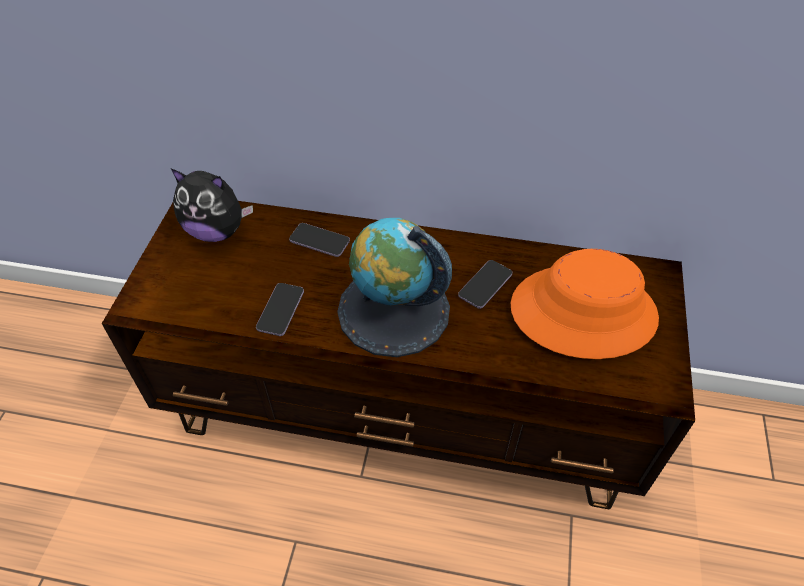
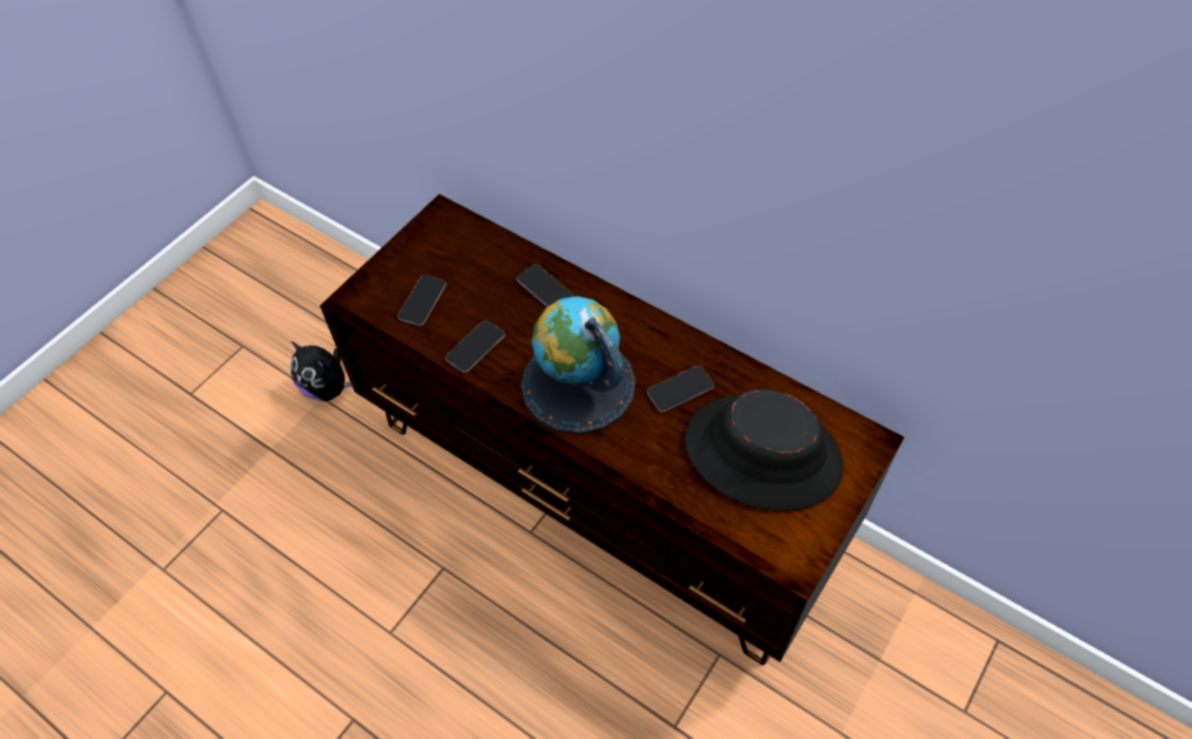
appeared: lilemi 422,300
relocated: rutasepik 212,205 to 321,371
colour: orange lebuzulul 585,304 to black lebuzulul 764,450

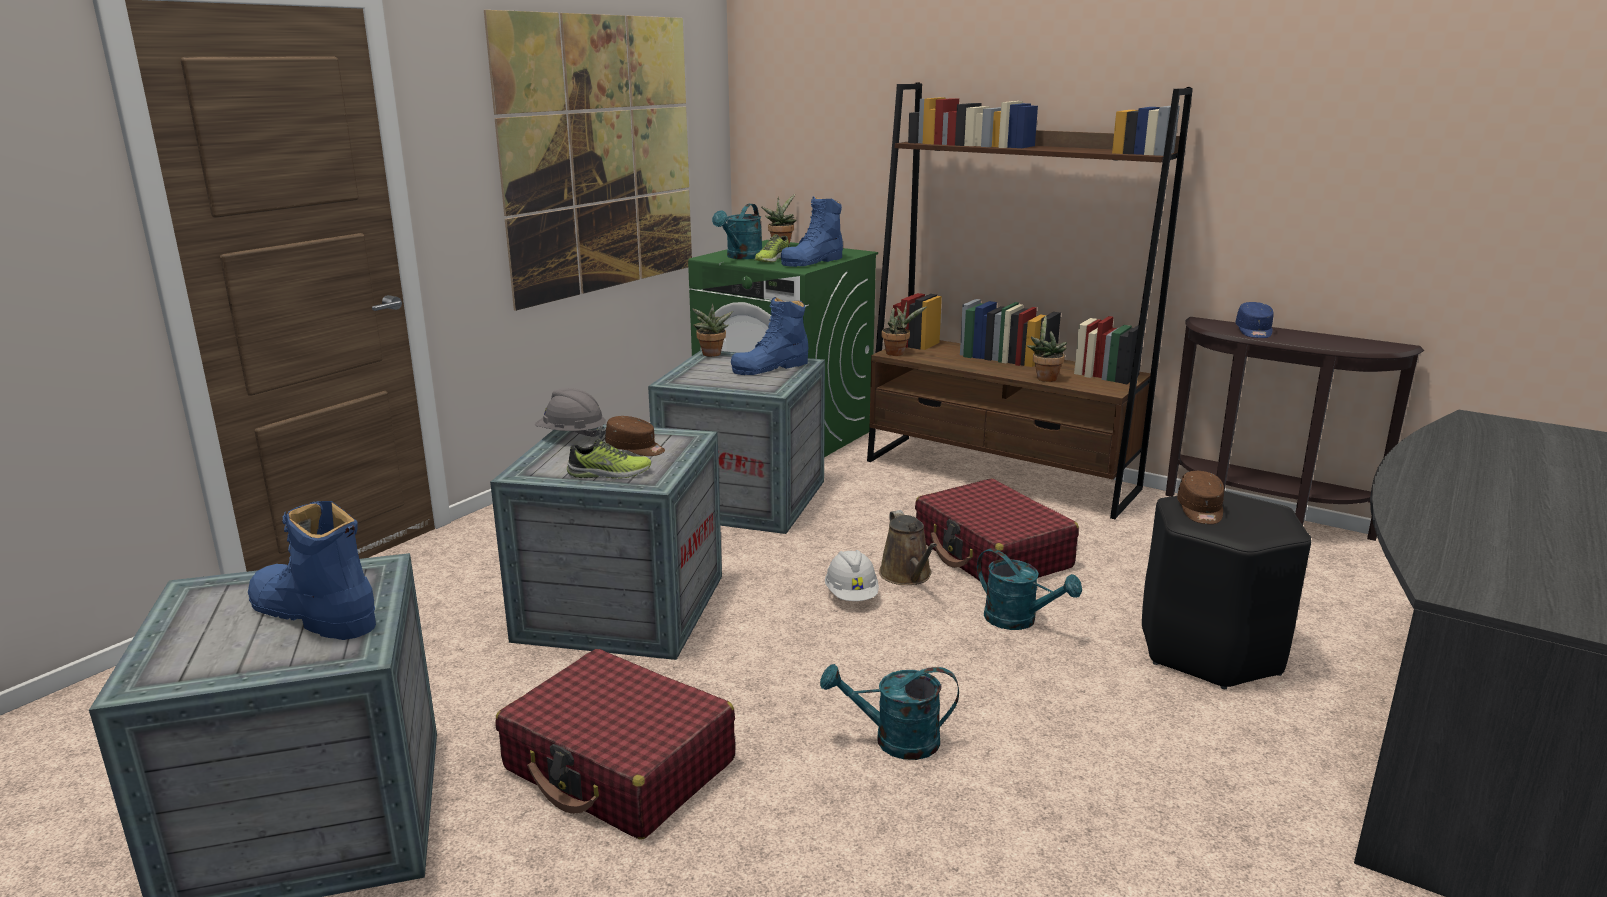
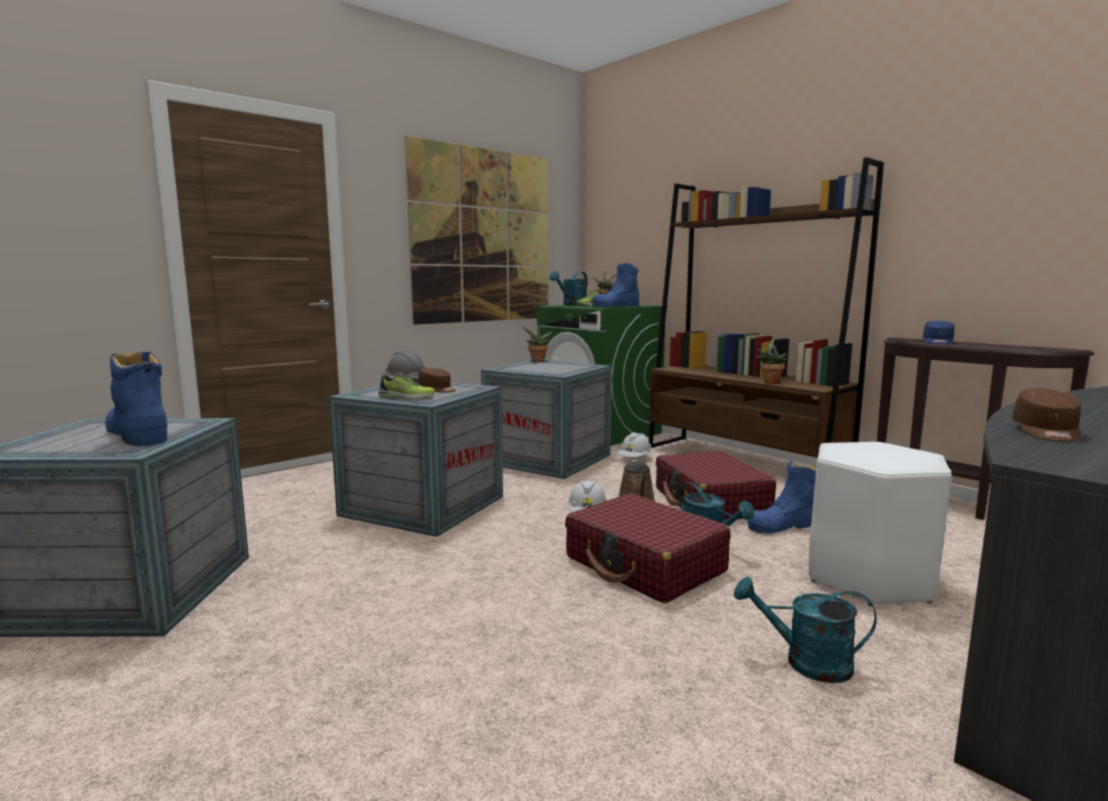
missing: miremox 904,329
appeared: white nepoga 635,444
relocated: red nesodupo 615,744 to 648,548; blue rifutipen 769,336 to 781,497; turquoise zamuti 889,712 to 805,630; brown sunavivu 1200,497 to 1046,415
colour: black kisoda 1226,590 to white kisoda 880,524

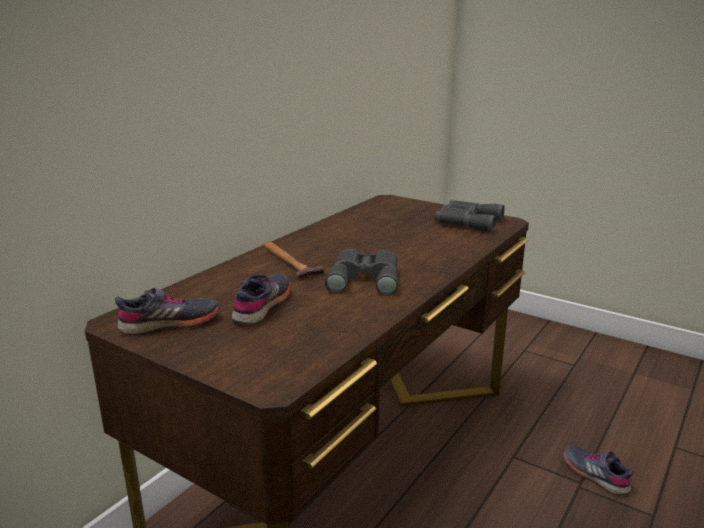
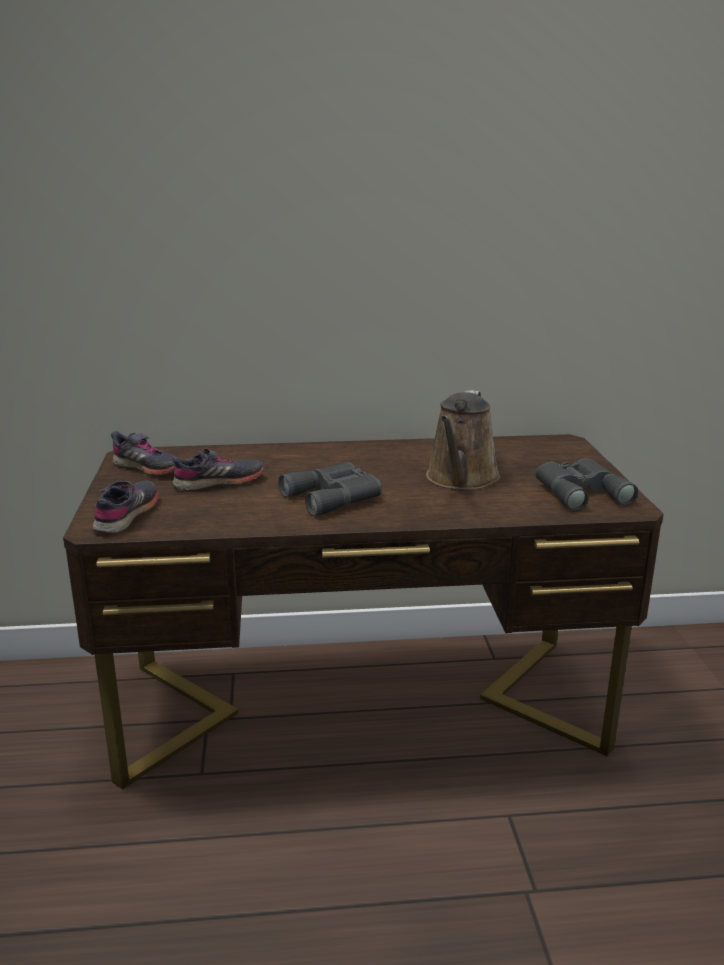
missing: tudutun 294,260
appeared: brown zamuti 463,440
relocated: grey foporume 598,470 to 126,507

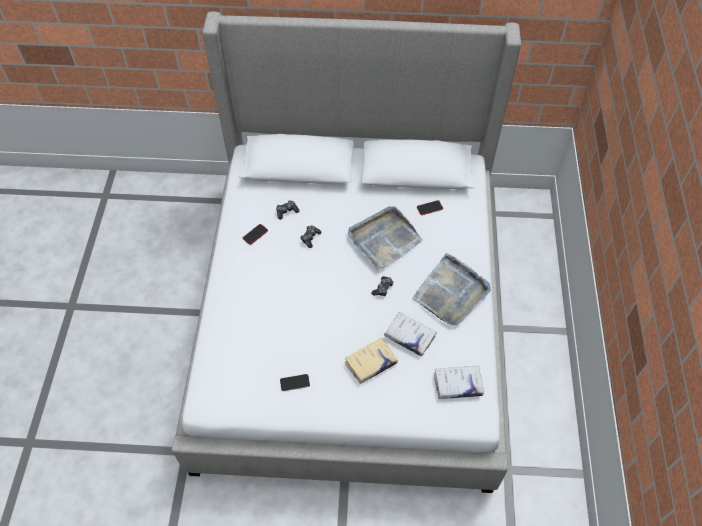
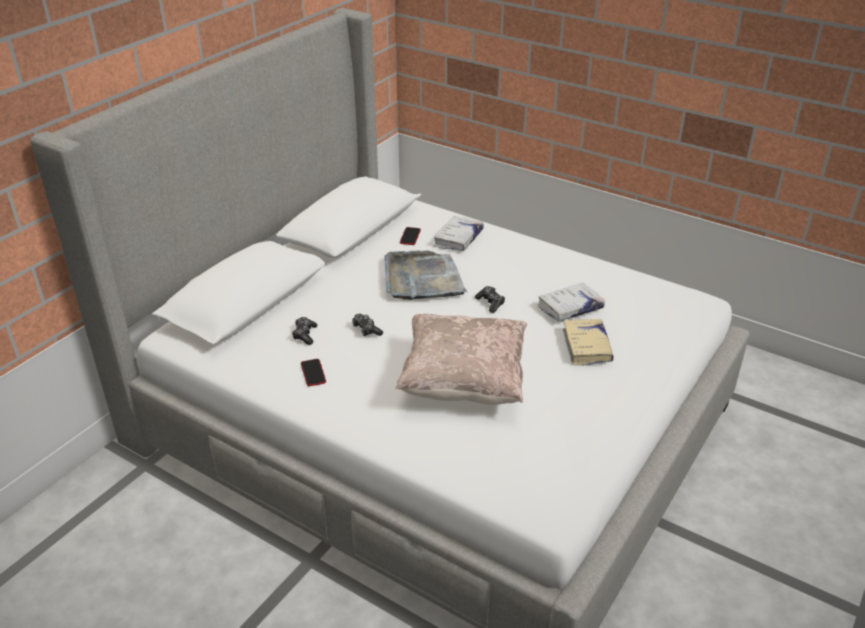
missing: lilemi 295,382; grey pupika 451,289
appeared: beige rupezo 461,359
relocated: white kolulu 459,382 to 459,233

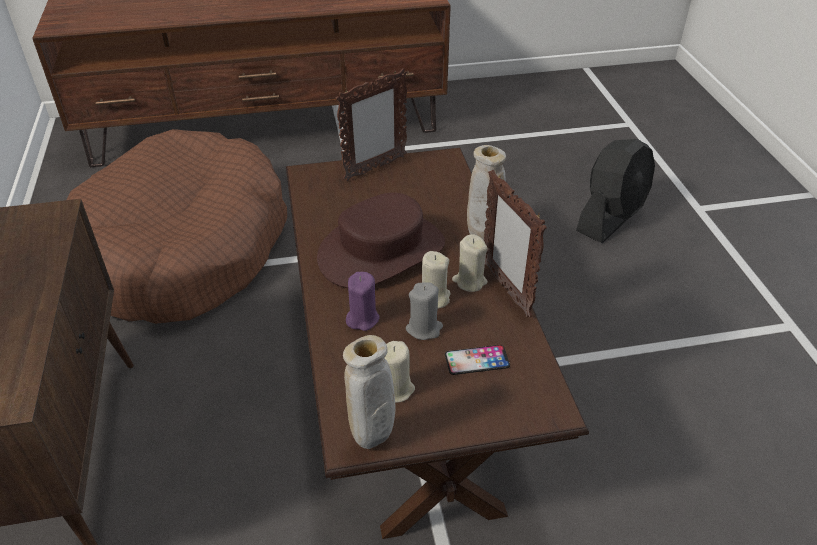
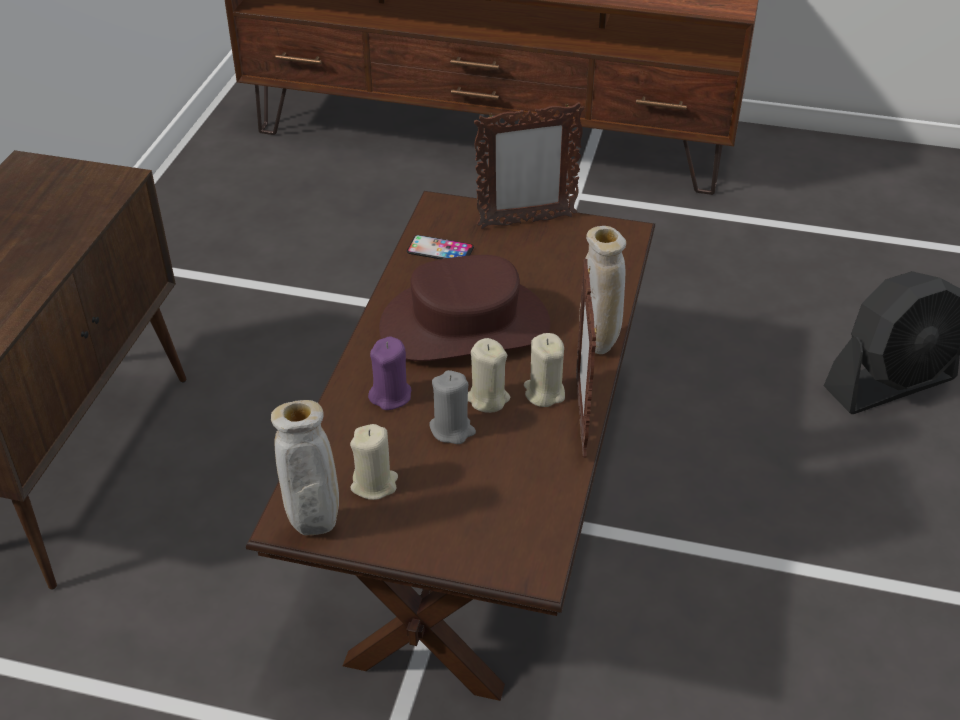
missing: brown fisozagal 177,226
relocated: lilemi 477,360 to 440,247

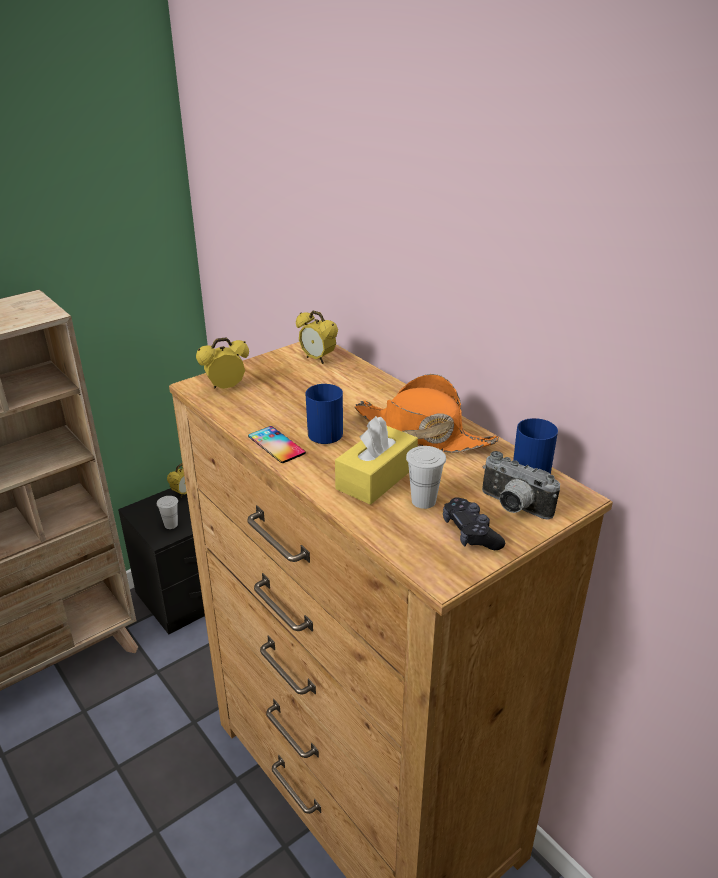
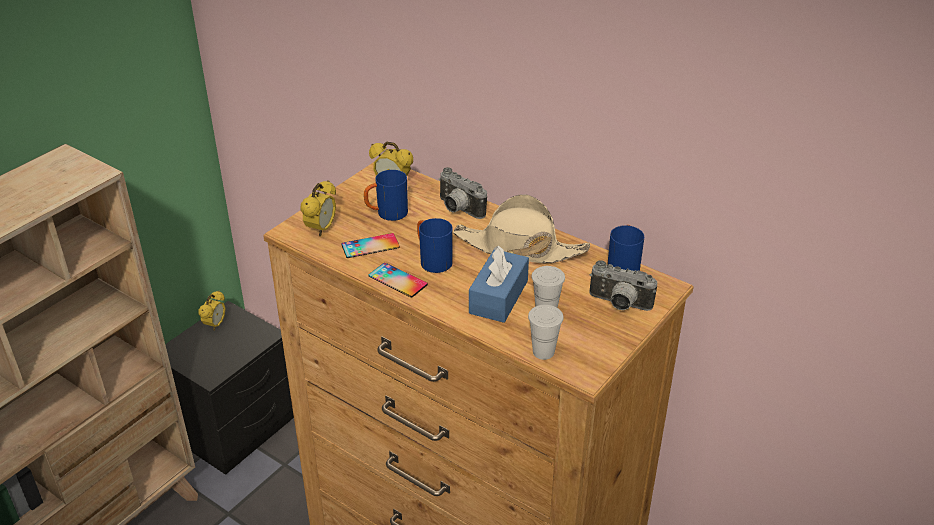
missing: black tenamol 474,523
appeared: lilemi 370,245; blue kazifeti 386,195; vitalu 462,193
relocated: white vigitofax 167,512 to 546,332
colour: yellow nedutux 376,460 to blue nedutux 499,284; orange lebuzulul 426,413 to beige lebuzulul 521,228
spun: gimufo 222,363 = 318,208 150 degrees clockwise

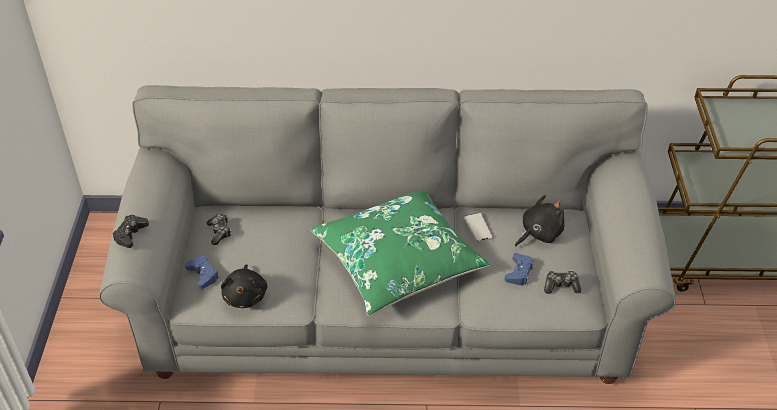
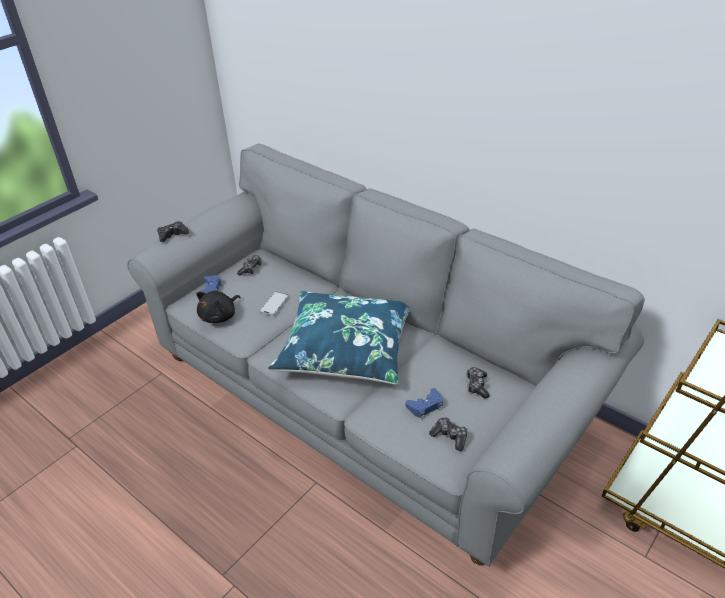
relocated: lilemi 479,227 to 274,304
exchanged: black rutasepik 540,221 to tenamol 477,383
colour: green rupezo 400,253 to blue rupezo 339,337

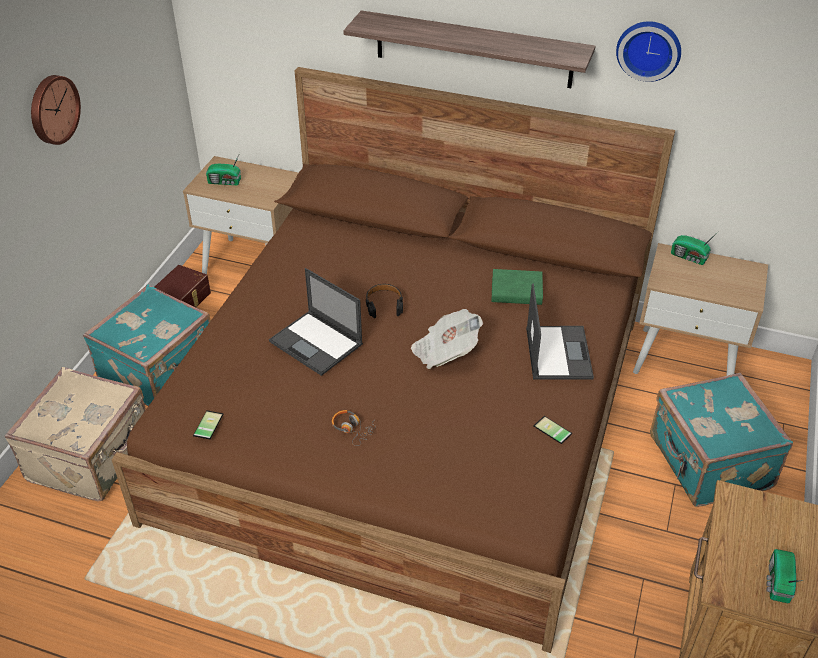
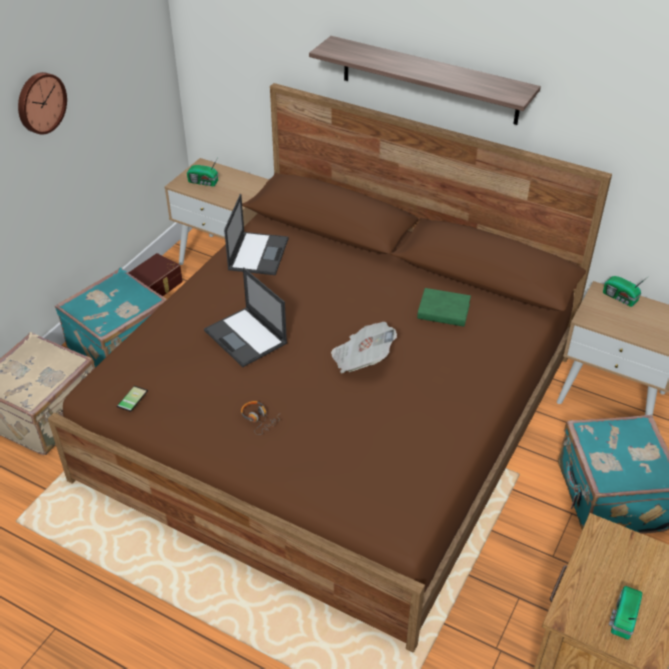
missing: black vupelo 384,301; lilemi 552,430; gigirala 648,51
relocated: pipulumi 560,331 to 256,234

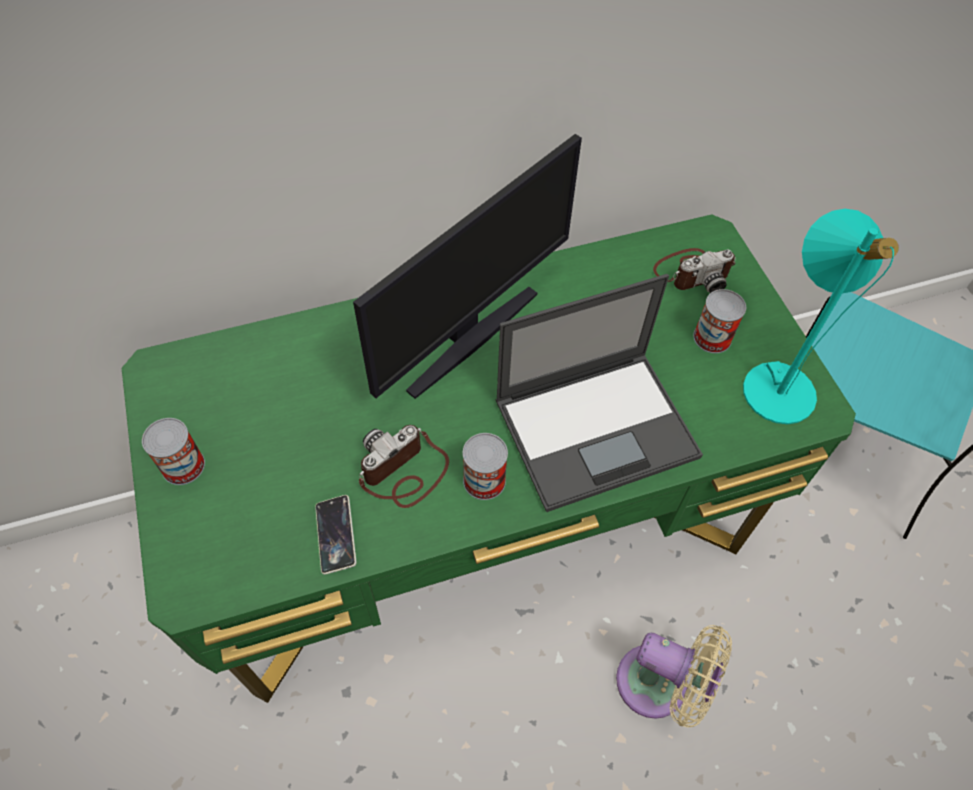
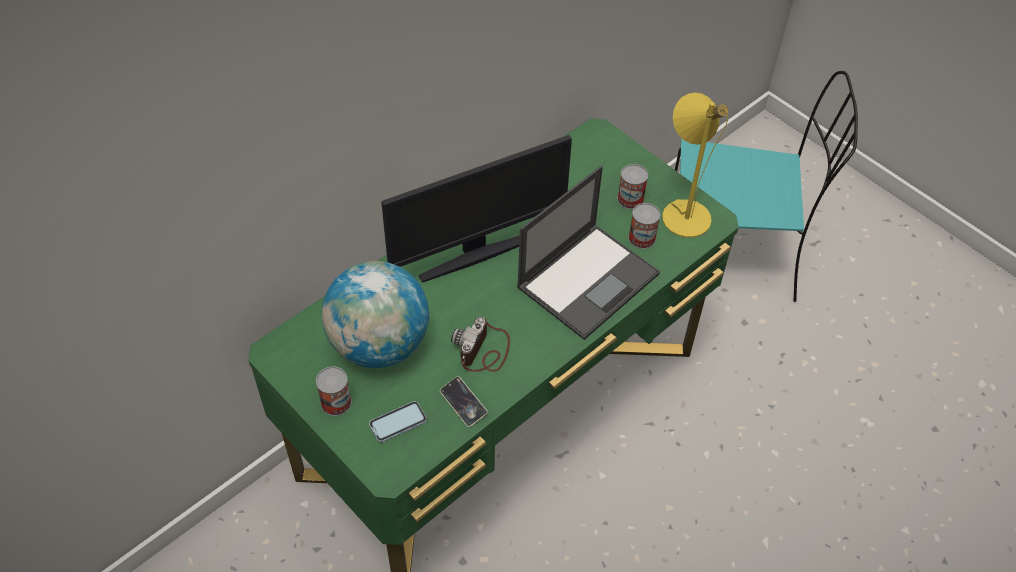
missing: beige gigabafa 674,676; vitalu 694,270
appeared: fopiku 375,314; lilemi 398,422
relocated: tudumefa 485,466 to 644,226
colour: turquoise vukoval 821,316 to yellow vukoval 695,165
spun: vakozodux 467,266 = 476,209 45 degrees clockwise

